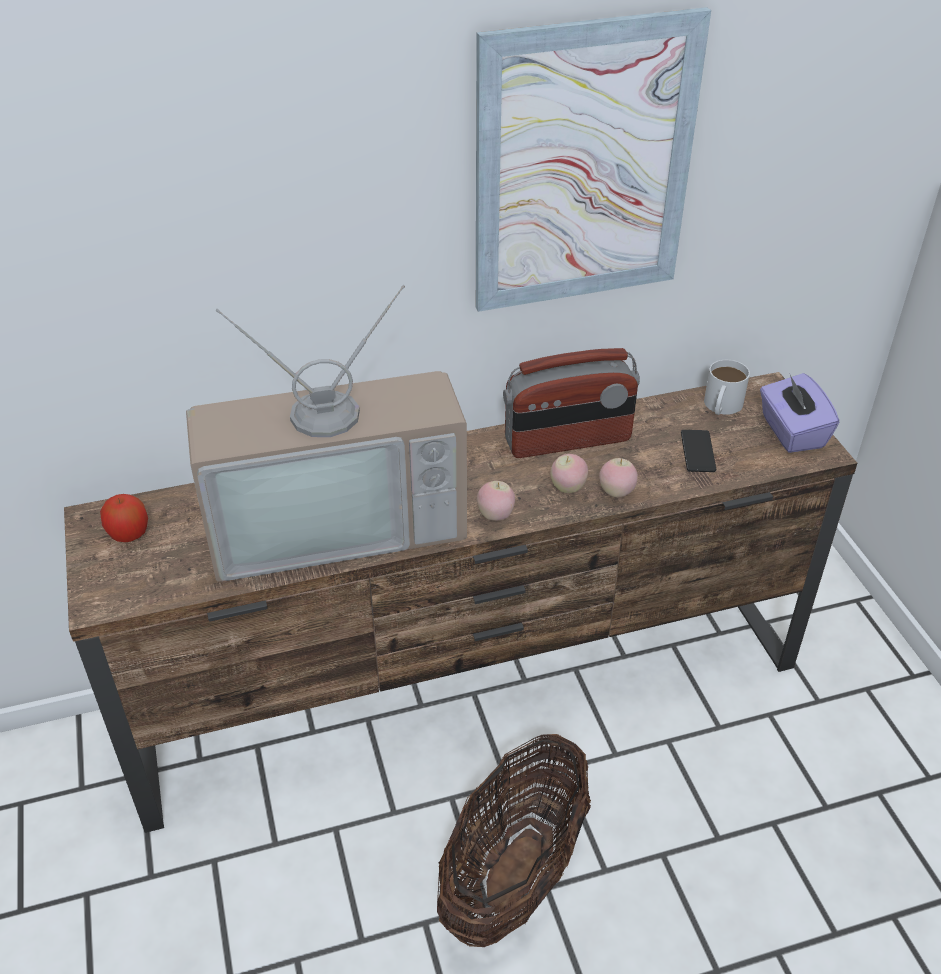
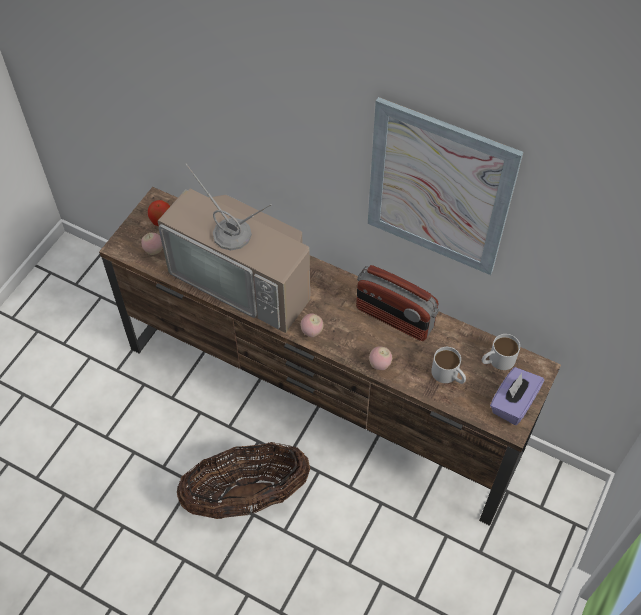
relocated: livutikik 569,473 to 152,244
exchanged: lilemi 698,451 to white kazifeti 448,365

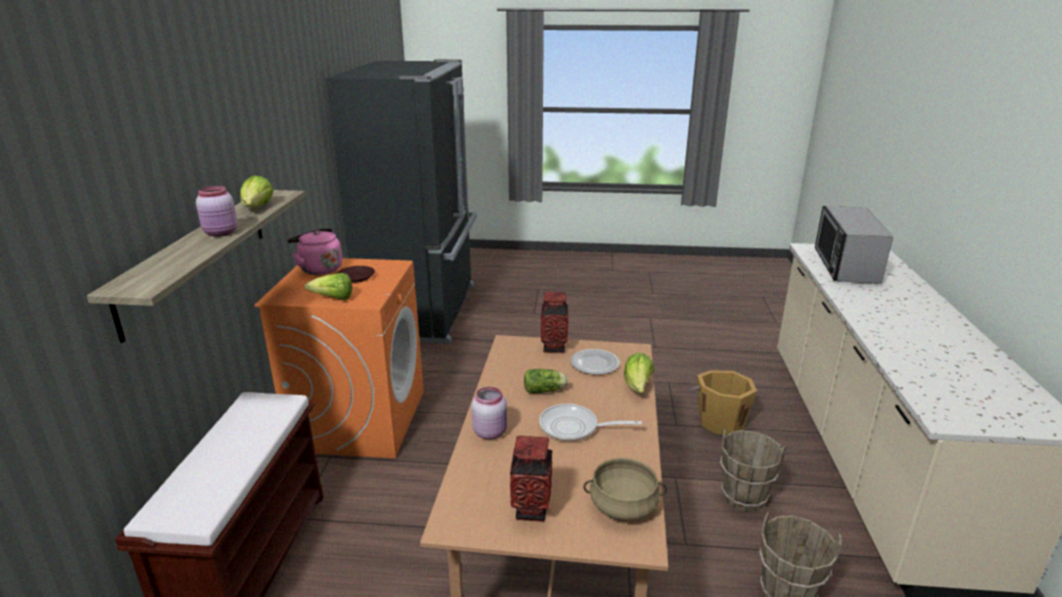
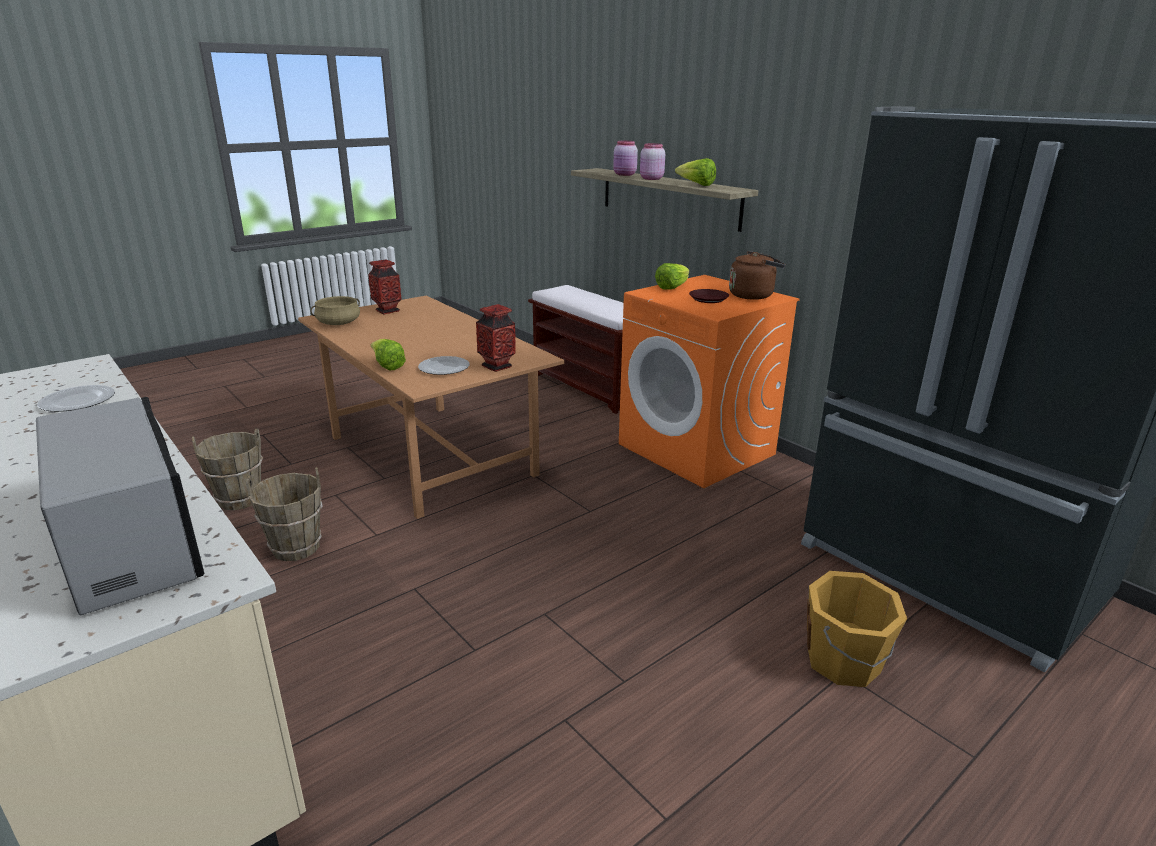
missing: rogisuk 546,381; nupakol 590,422
appeared: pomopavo 76,398
relocated: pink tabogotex 489,413 to 625,158; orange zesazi 725,402 to 857,629
colour: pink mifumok 314,251 to brown mifumok 757,275

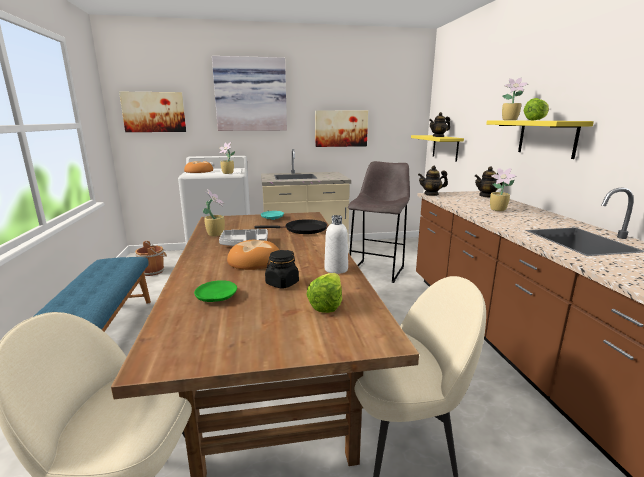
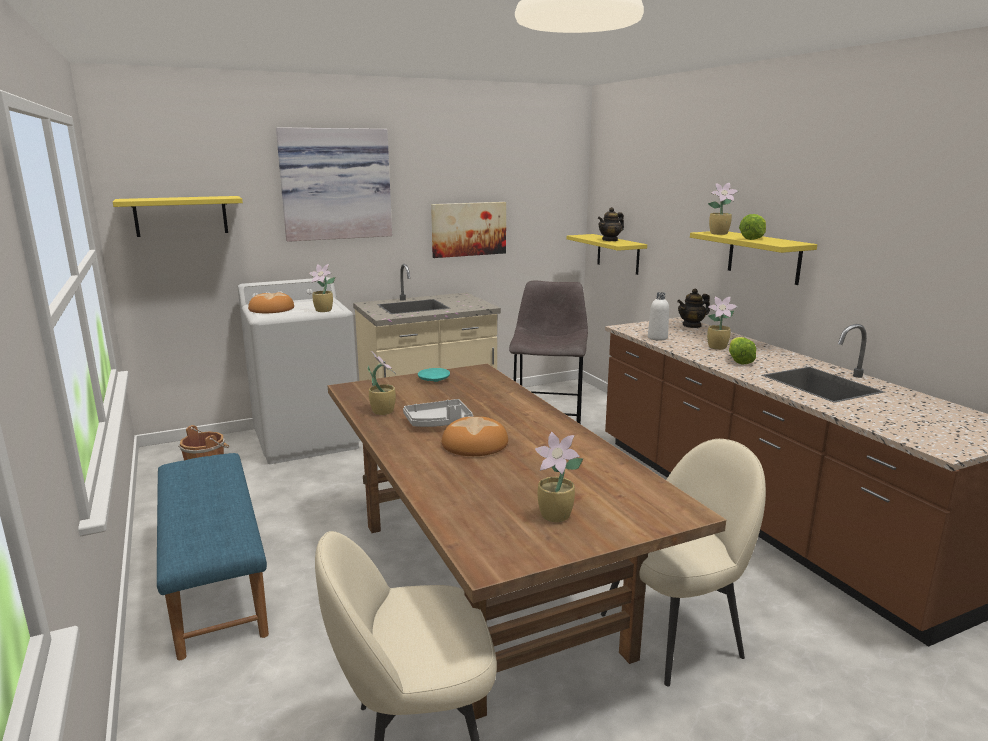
missing: green pomopavo 215,291; black nupakol 291,226; black tabogotex 282,269; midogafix 433,181
appeared: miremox 559,477
relocated: rogisuk 324,293 to 742,351; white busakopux 336,244 to 658,316
exchanged: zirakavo 152,112 to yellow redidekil 178,216

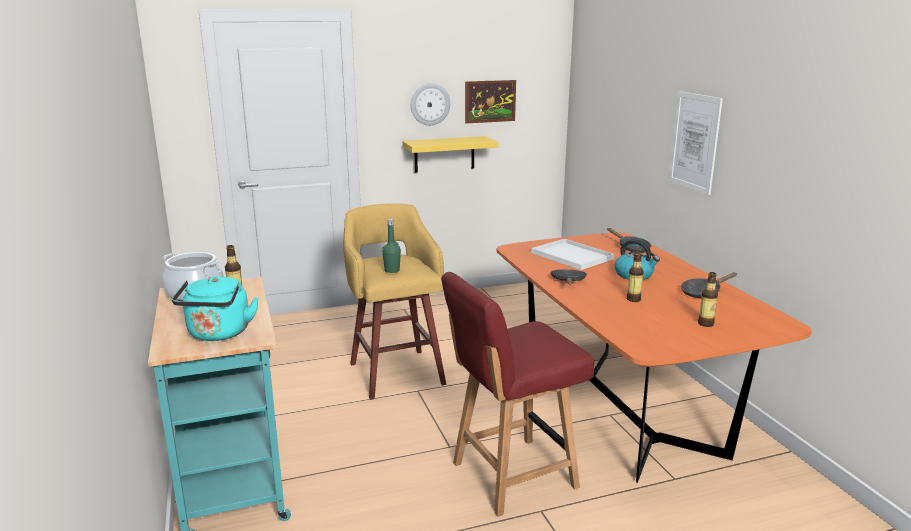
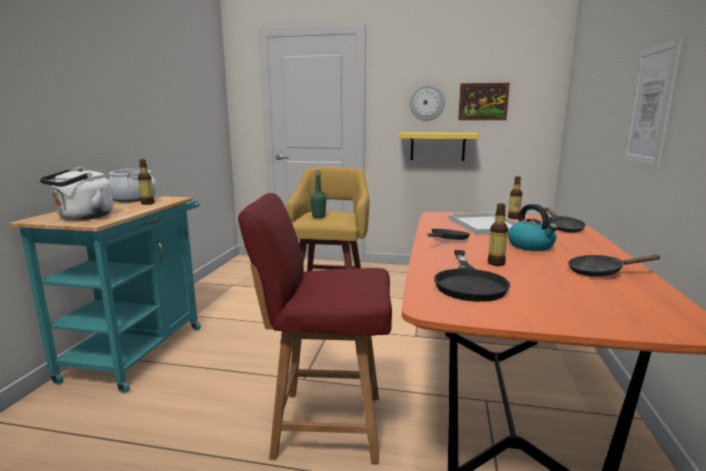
appeared: black nupakol 472,276
relocated: busakopux 708,299 to 515,197
colour: turquoise mifumok 215,308 to white mifumok 76,193

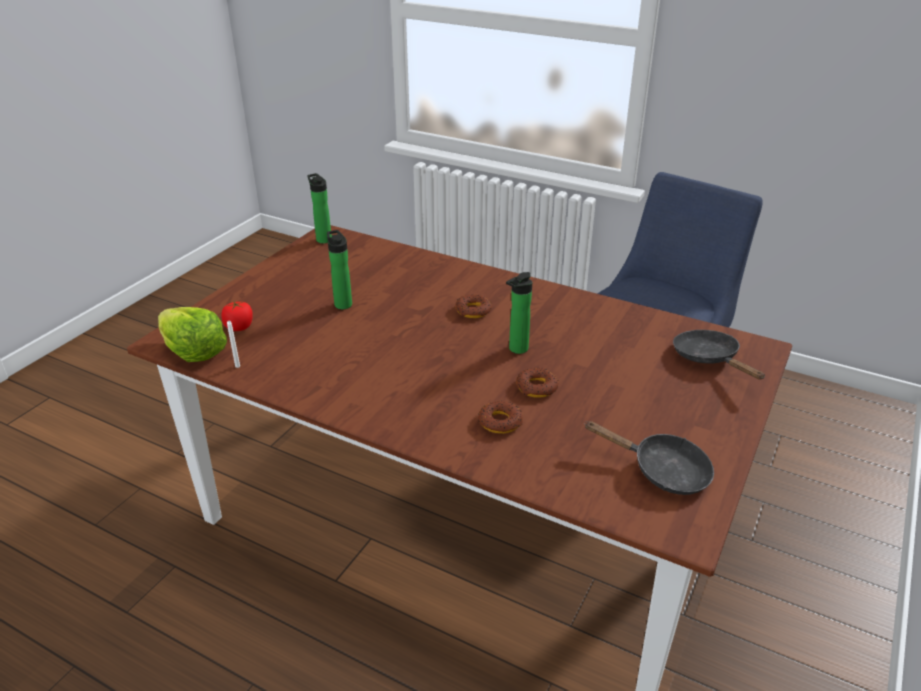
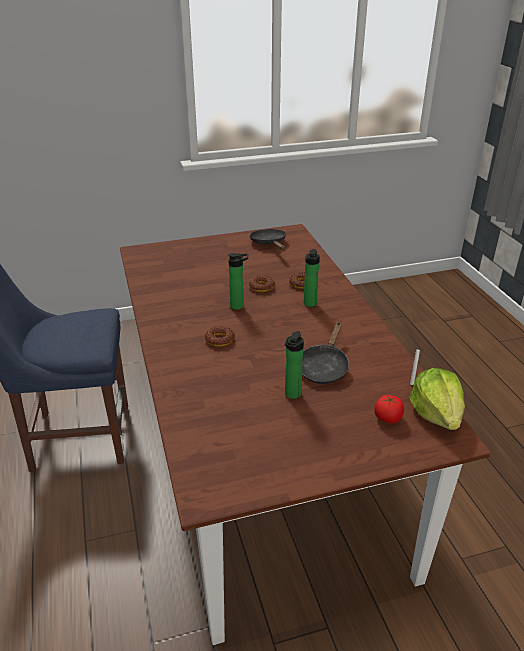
relocated: busakopux 319,208 to 312,278; black nupakol 719,354 to 325,352

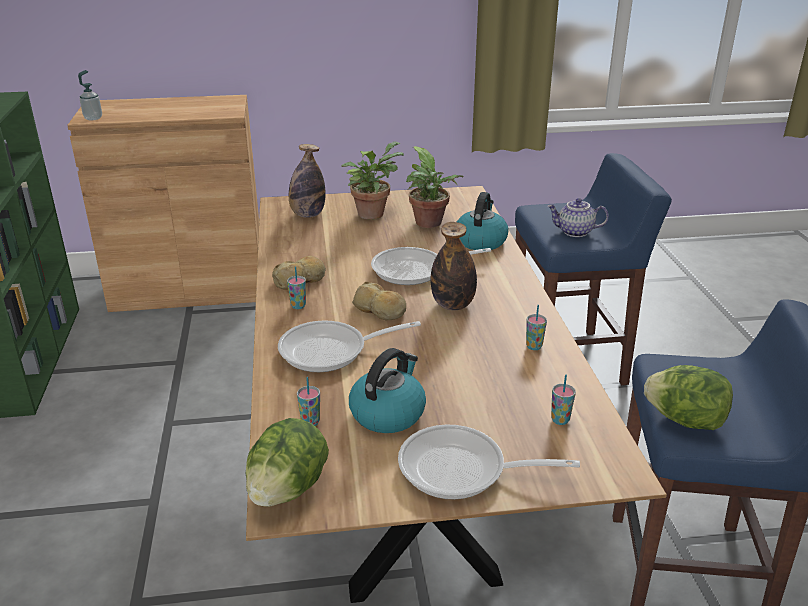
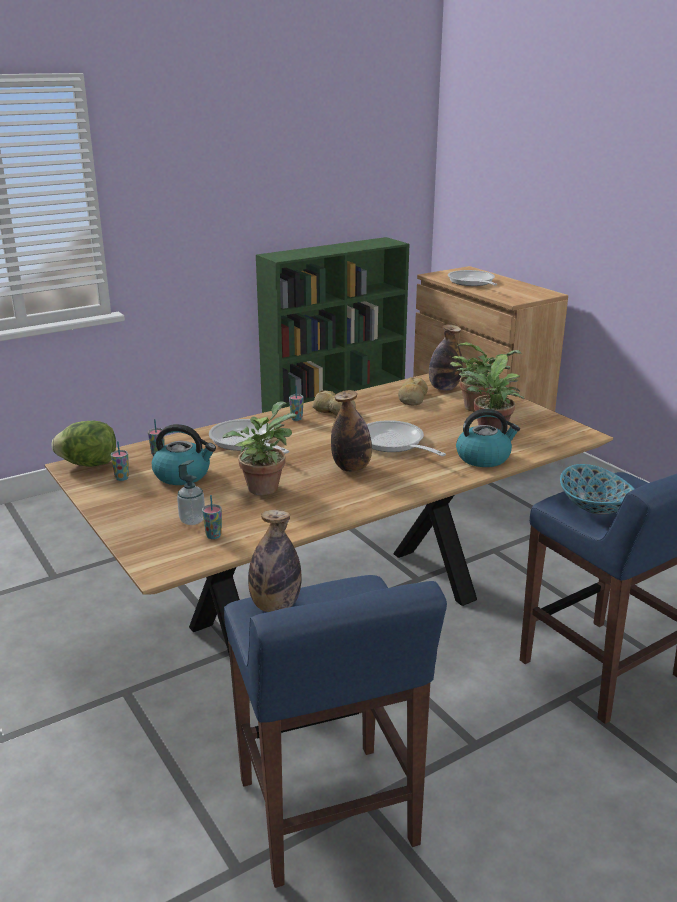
appeared: miremox 260,448
relocated: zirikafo 90,95 to 191,492; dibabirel 379,301 to 413,391; nupakol 489,462 to 472,278; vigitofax 536,327 to 120,461
exchanged: midogafix 578,217 to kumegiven 597,489; rogisuk 688,397 to busakopux 275,561

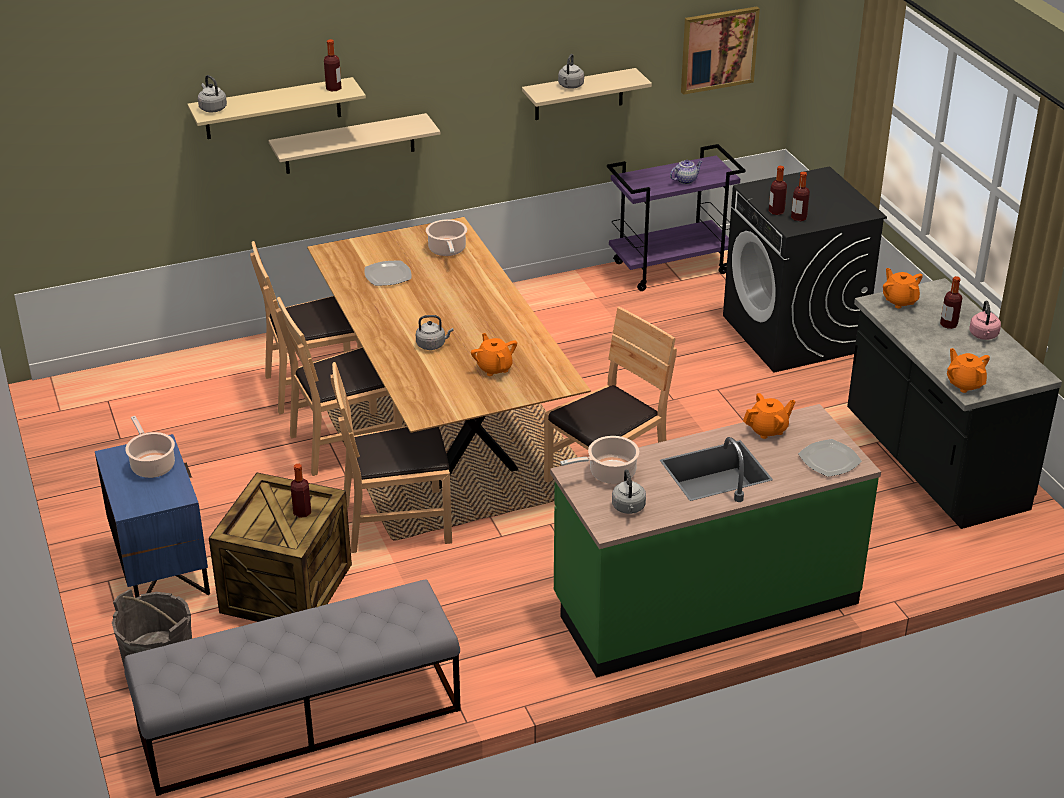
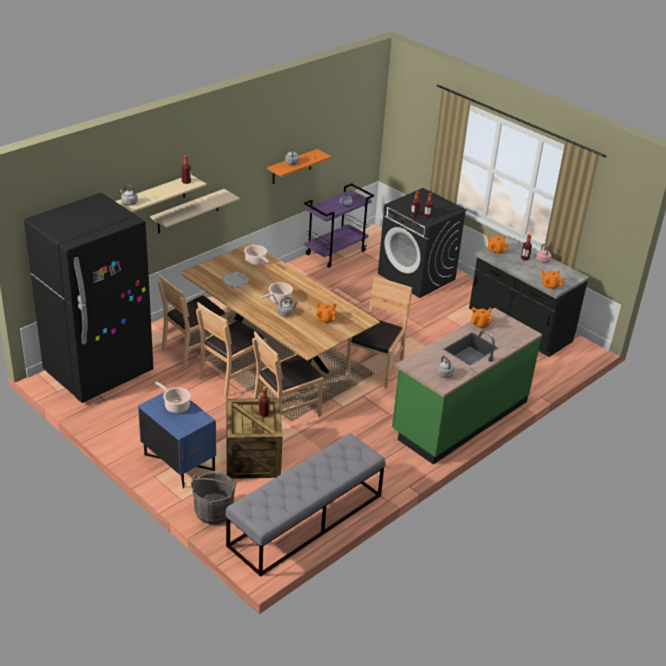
missing: zirakavo 720,51; pomopavo 830,458
appeared: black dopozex 88,298
relocated: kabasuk 599,460 to 276,293
colour: beige redidekil 587,94 to orange redidekil 299,166

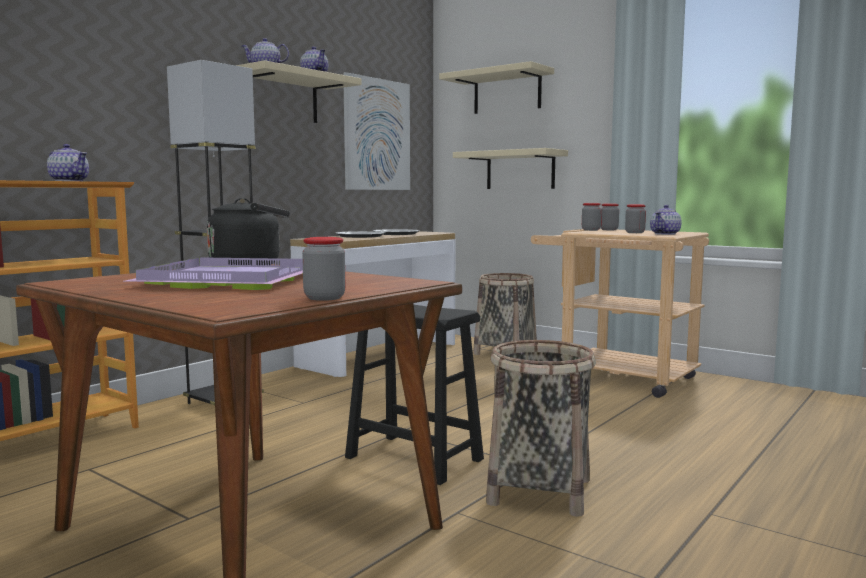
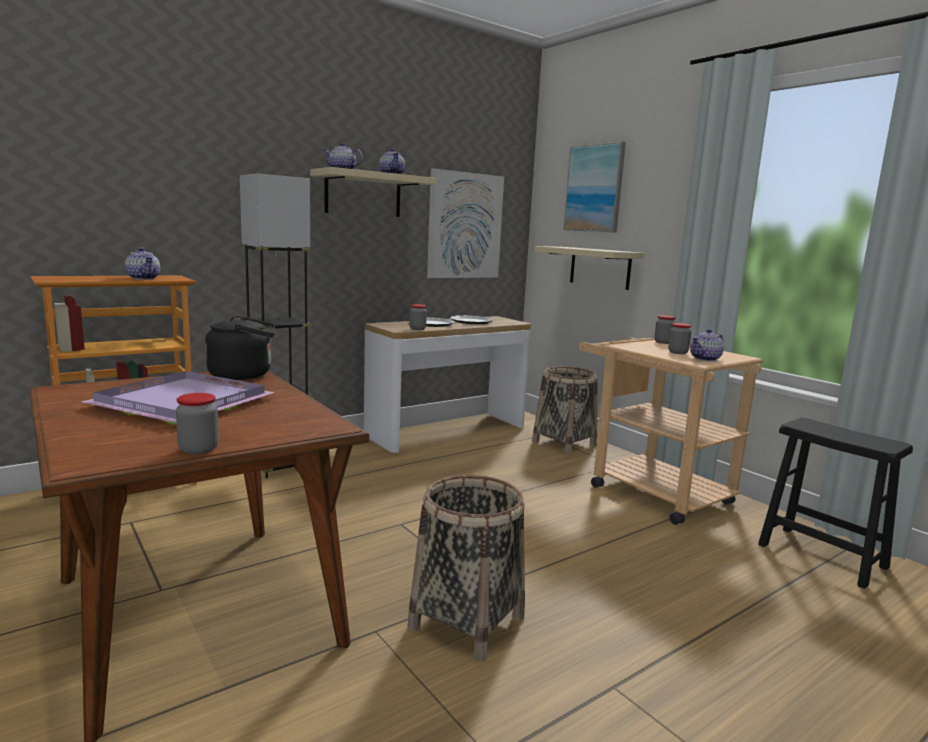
relocated: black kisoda 414,395 to 835,503; tabogotex 591,217 to 418,317
exchanged: beige redidekil 496,87 to zirakavo 594,187

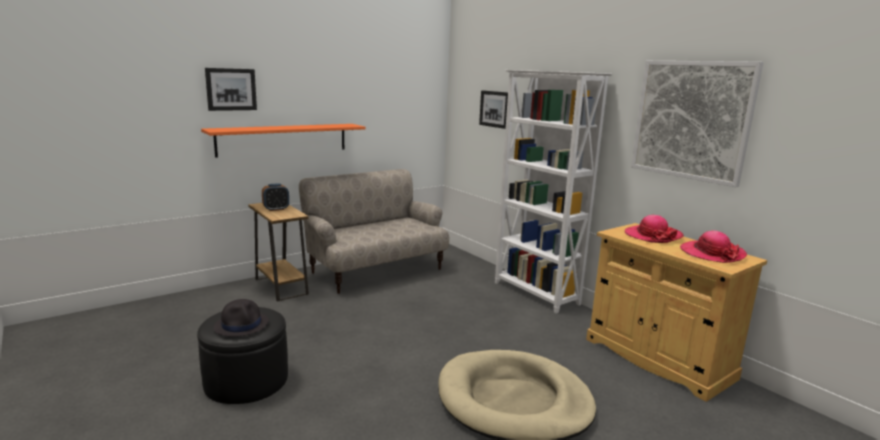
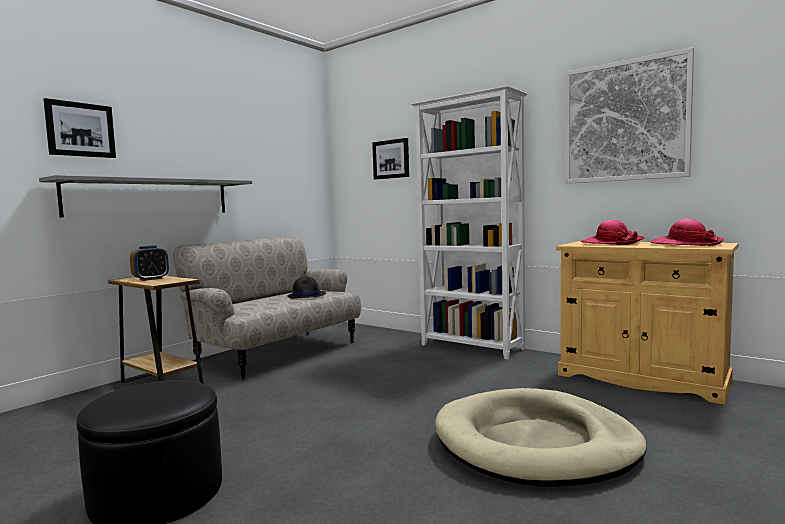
relocated: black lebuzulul 241,318 to 307,288
colour: orange redidekil 283,141 to grey redidekil 145,196

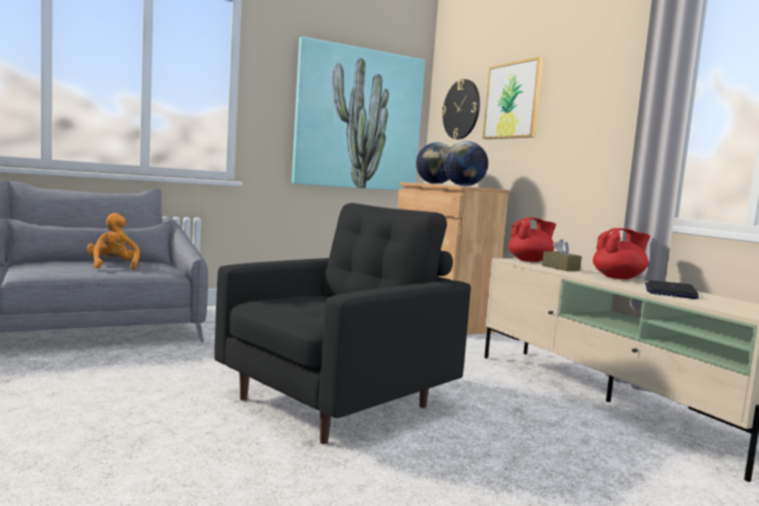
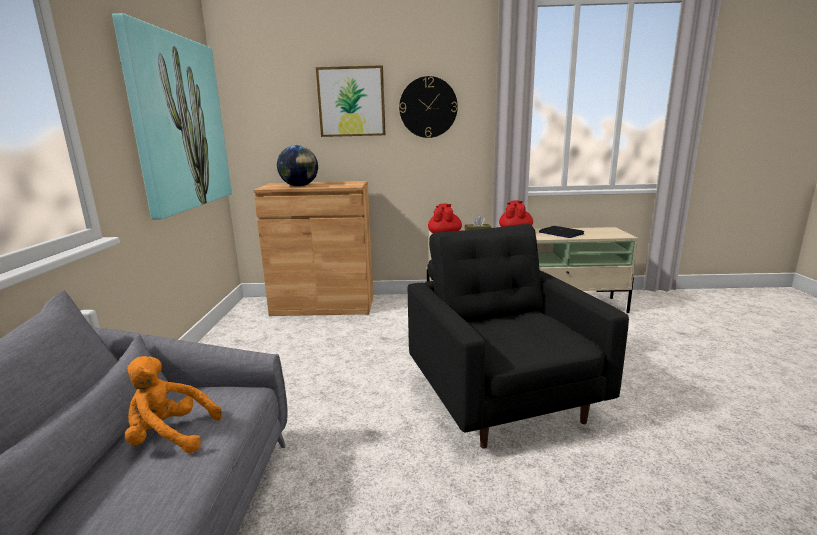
missing: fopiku 466,163
relocated: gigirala 460,109 to 428,107

